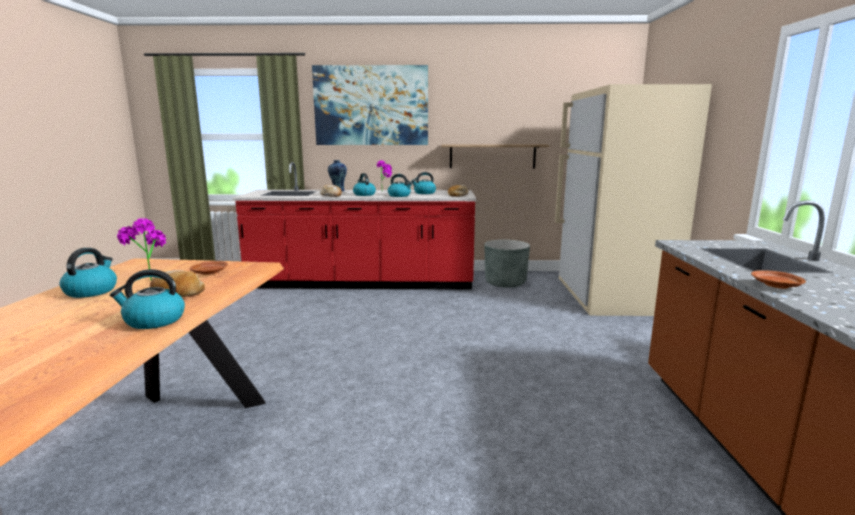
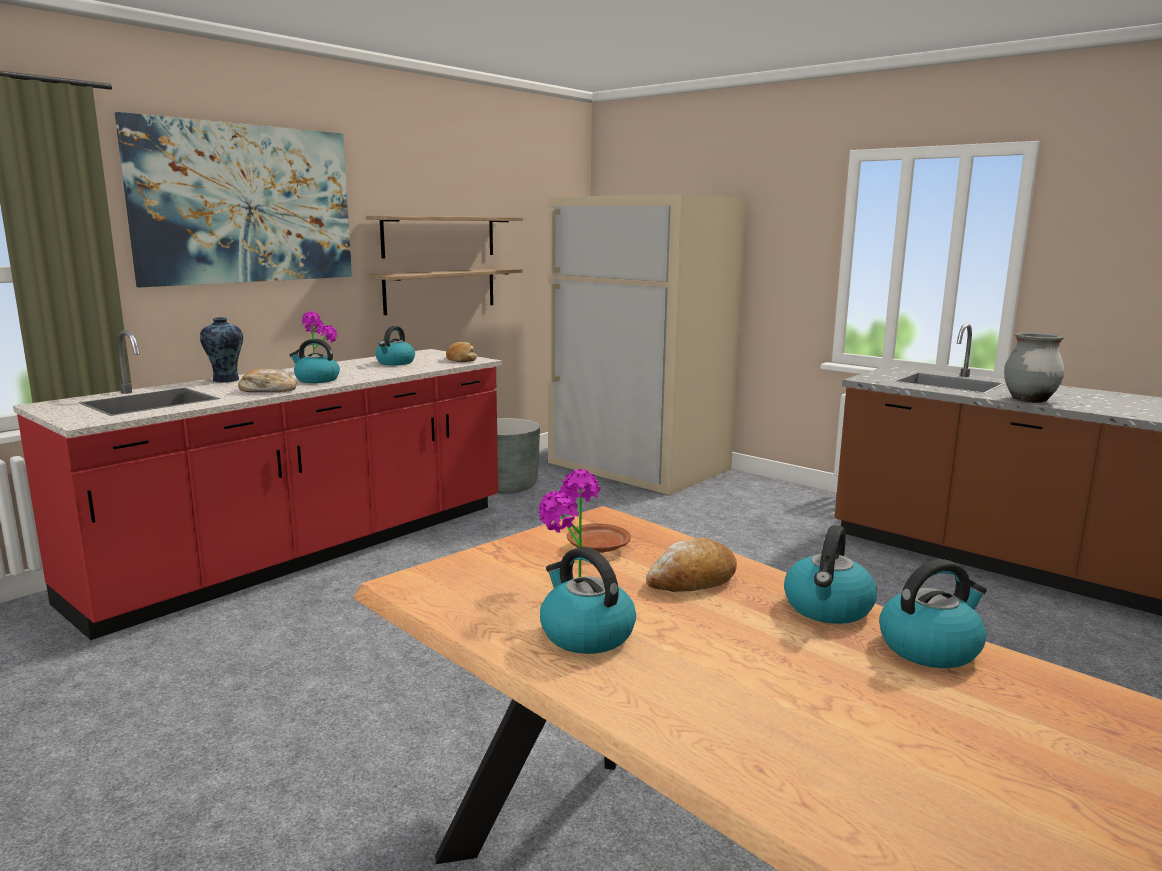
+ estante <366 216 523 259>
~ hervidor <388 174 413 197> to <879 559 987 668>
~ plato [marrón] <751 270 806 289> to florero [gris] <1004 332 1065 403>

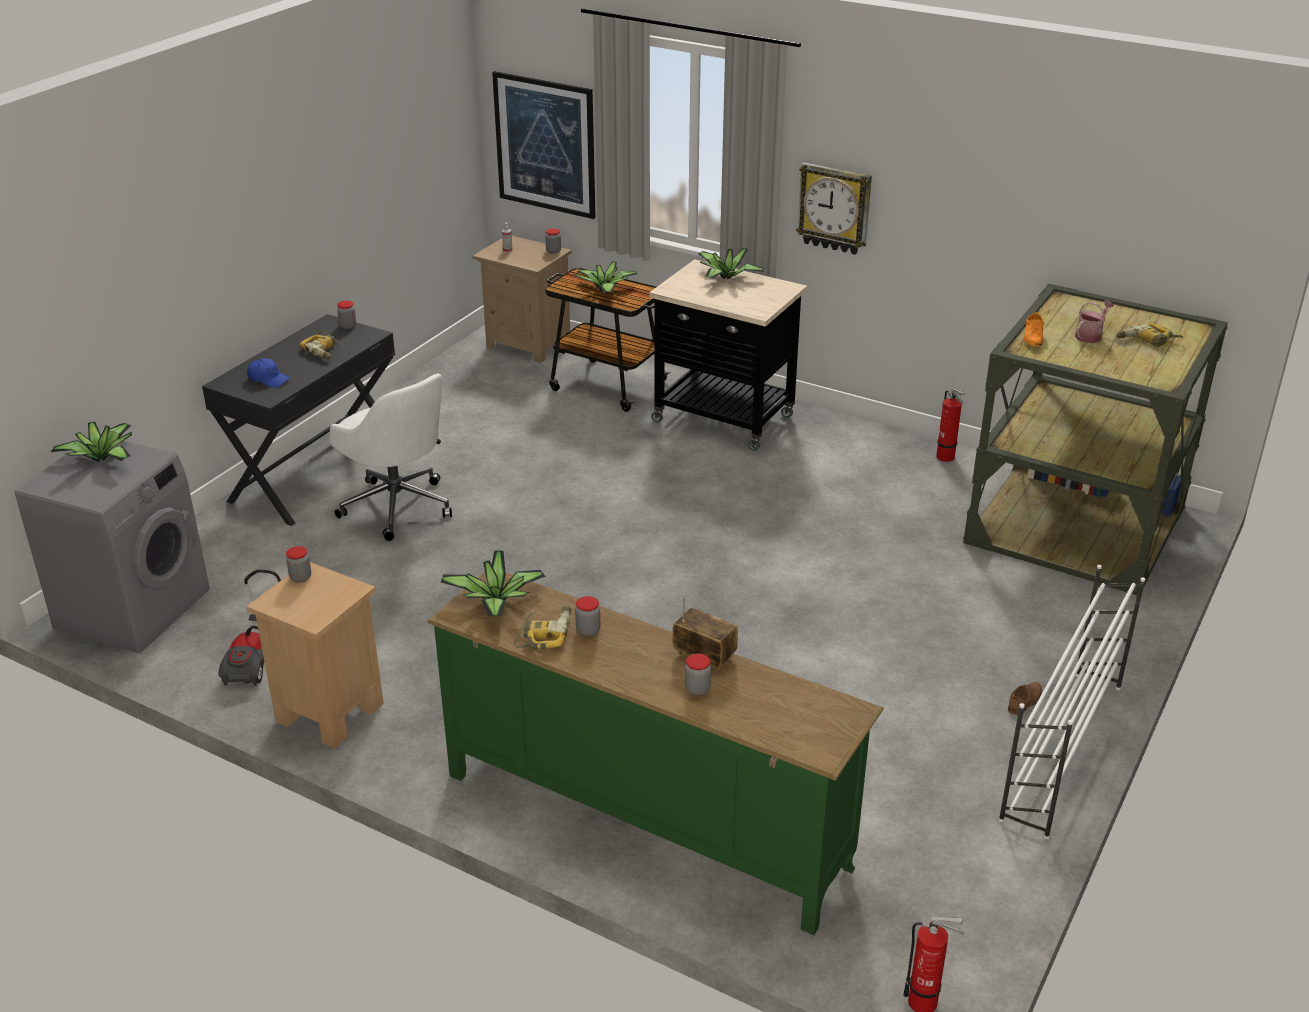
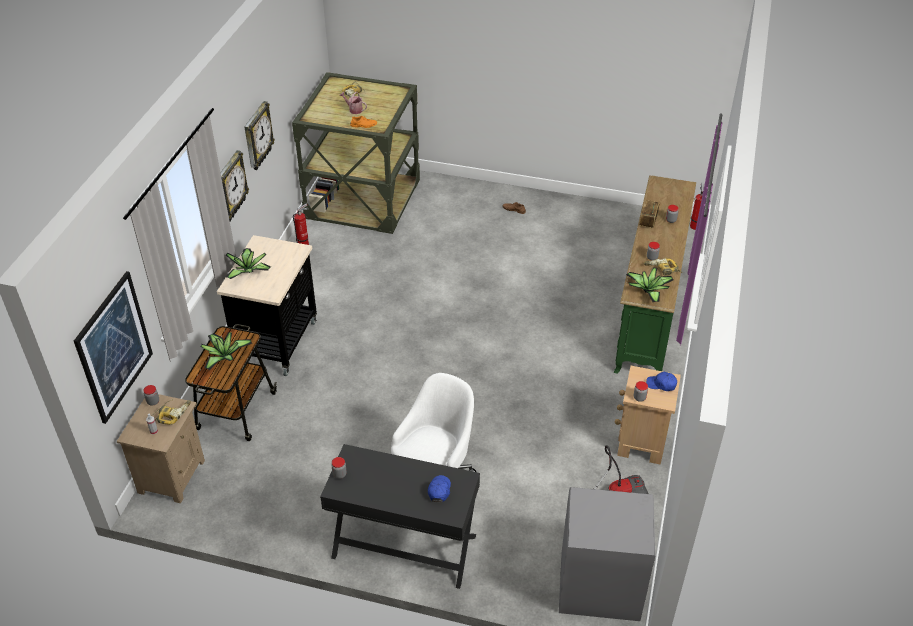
- planta en maceta <51 422 132 462>
- zapatero [blanco] <999 565 1145 839>
+ reloj de pared <245 101 275 170>
+ gorra [azul] <646 372 677 391>
~ taladro <300 330 343 359> to <151 399 191 425>

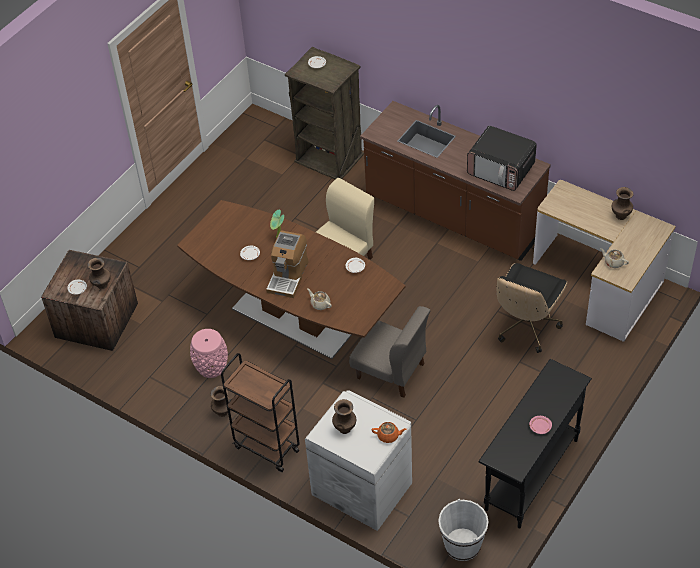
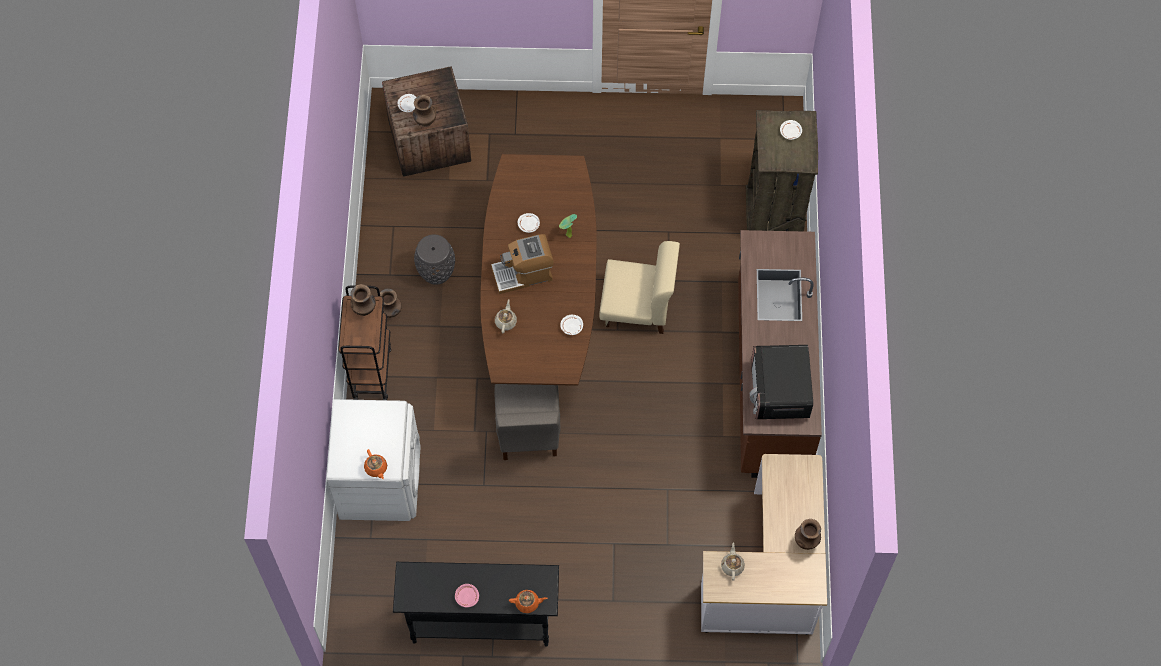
- cubo [blanco] <438 499 489 561>
- silla de oficina [negro] <496 263 567 353>
+ tetera [naranja] <509 590 547 613>
~ florero [marrón] <332 399 356 434> to <350 284 376 316>
~ taburete [rosa] <190 329 228 378> to taburete [gris] <414 235 455 285>

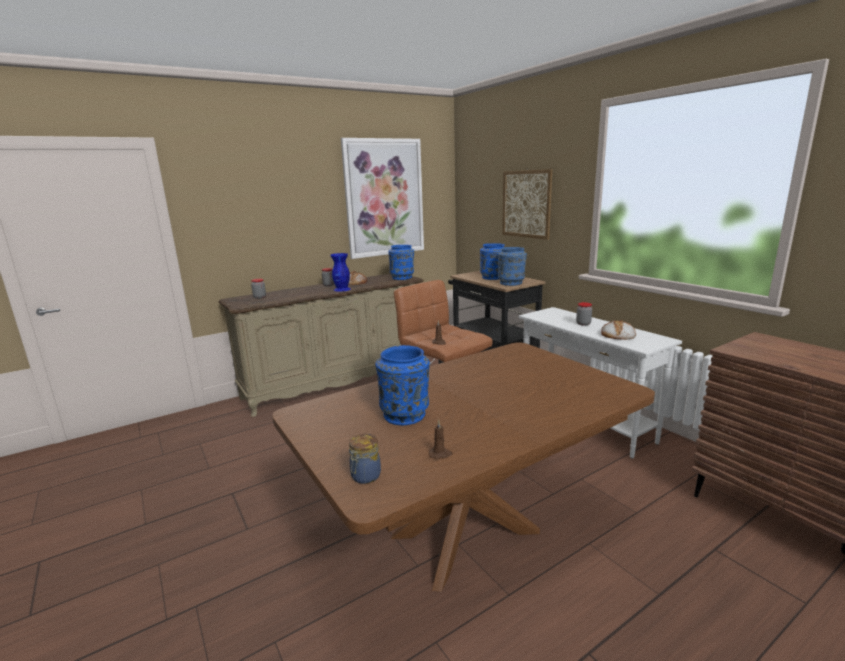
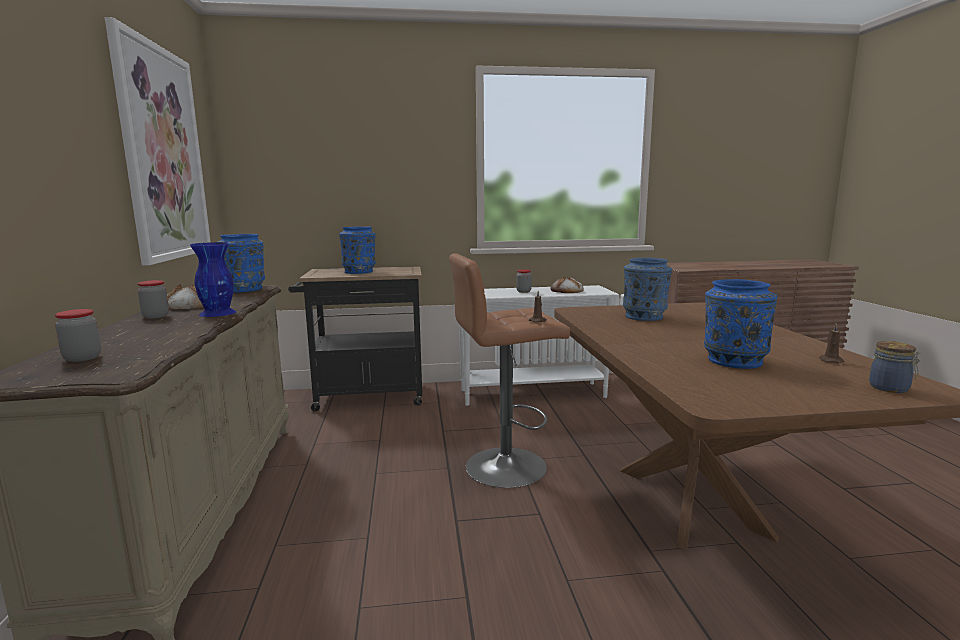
- cuadro <502 169 552 240>
~ florero [azul] <498 247 527 286> to <623 258 672 321>

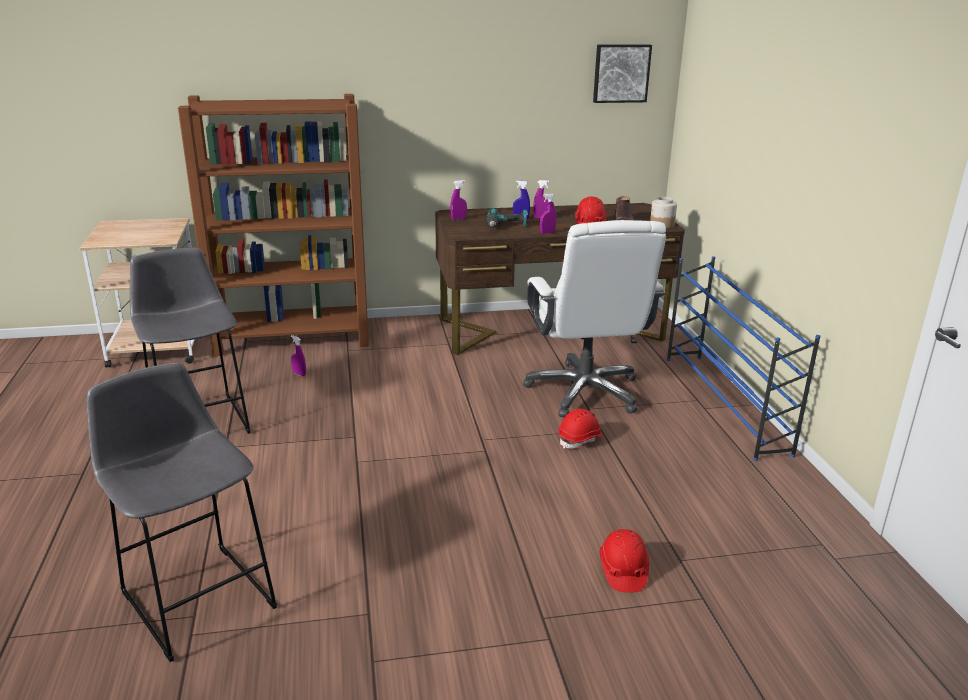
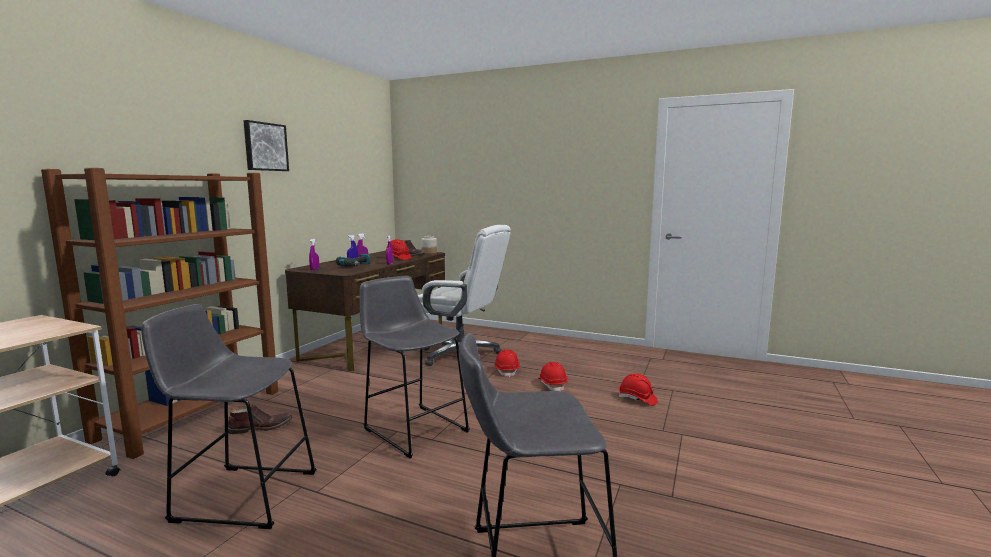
- zapatero [azul] <667 256 820 461>
+ taburete [gris] <359 276 470 458>
+ casco [rojo] <538 362 568 391>
~ cuadro <593 44 652 103> to <243 120 289 171>
~ pulverizador [morado] <291 335 306 376> to bota [marrón] <228 404 292 434>

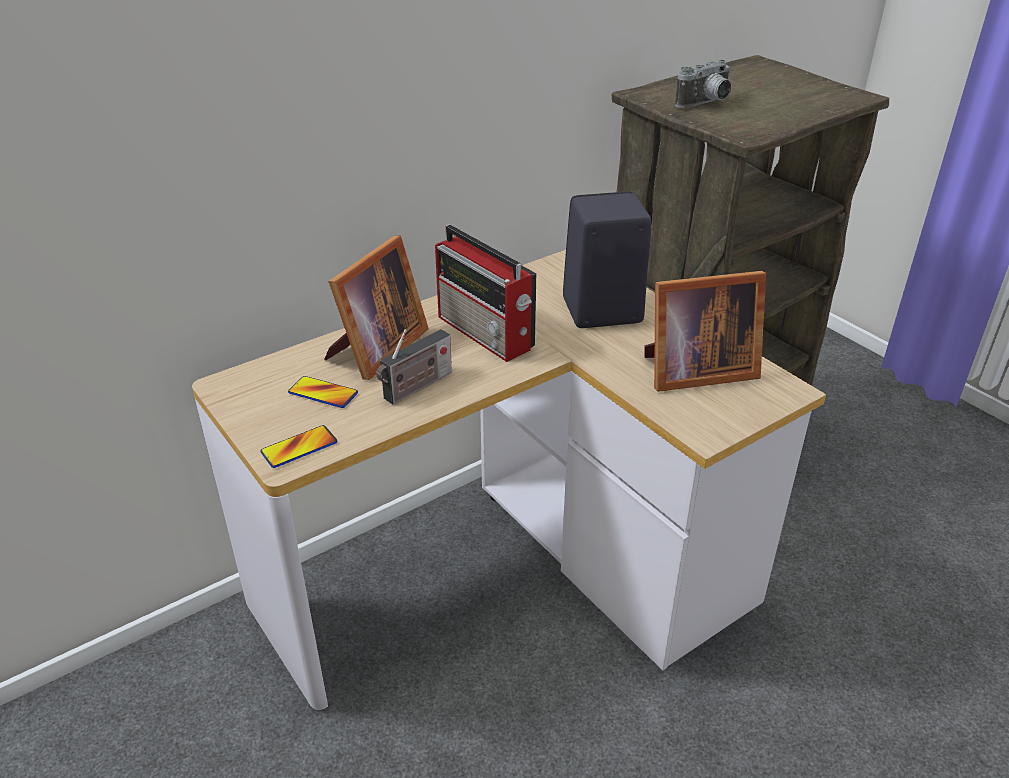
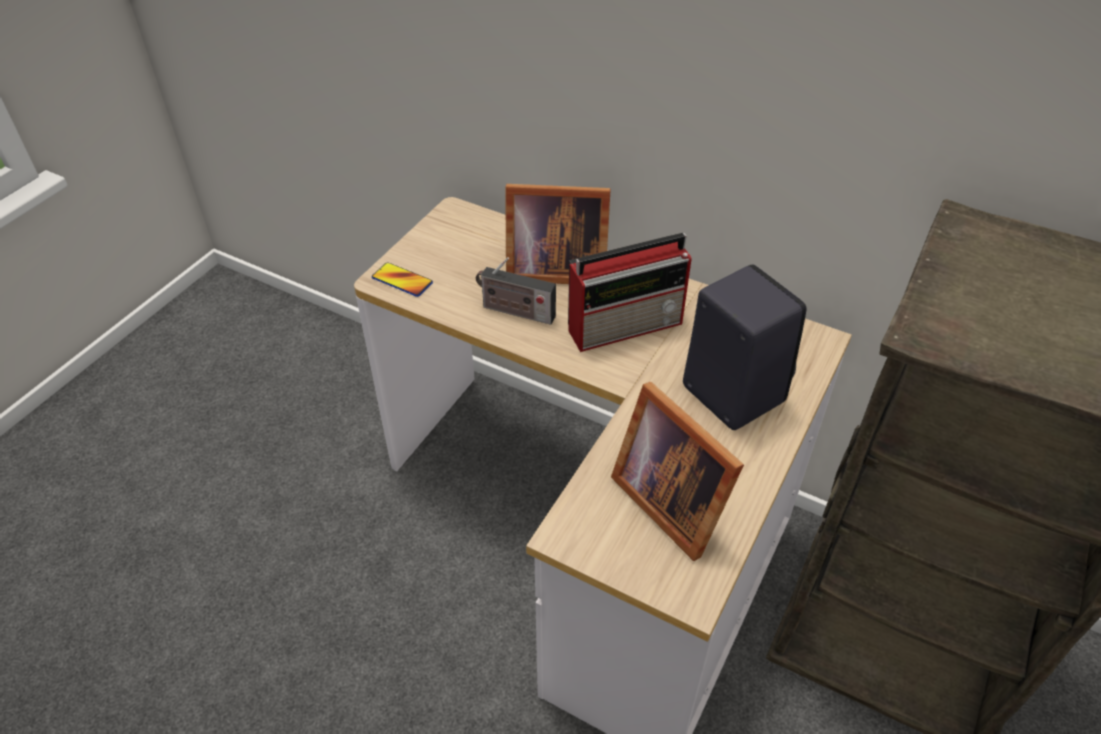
- móvil <288 376 358 408>
- cámara <675 60 731 108>
~ radio <435 225 536 362> = <568 233 692 352> 135 degrees counterclockwise

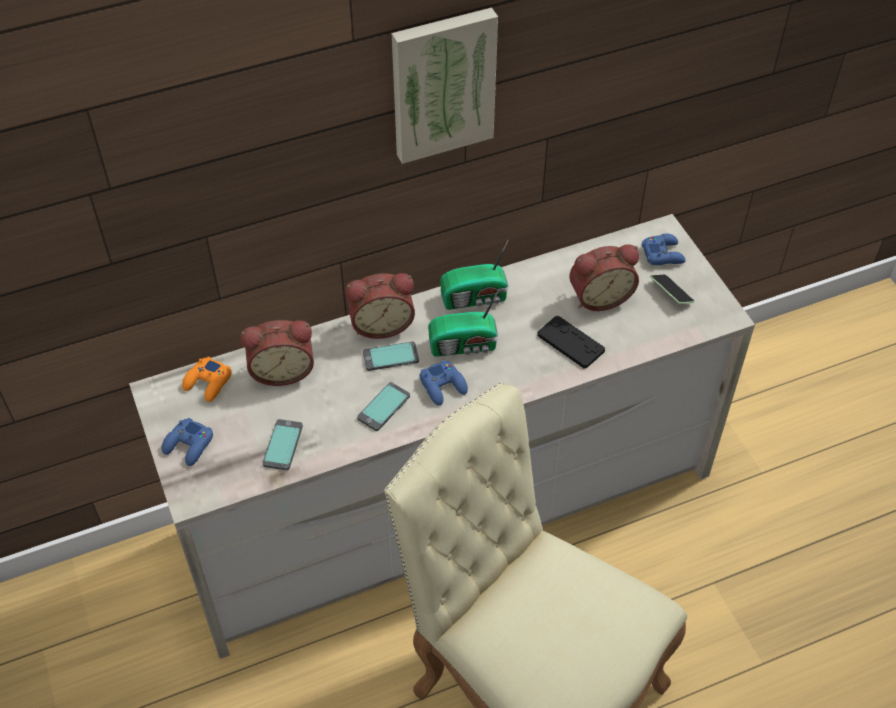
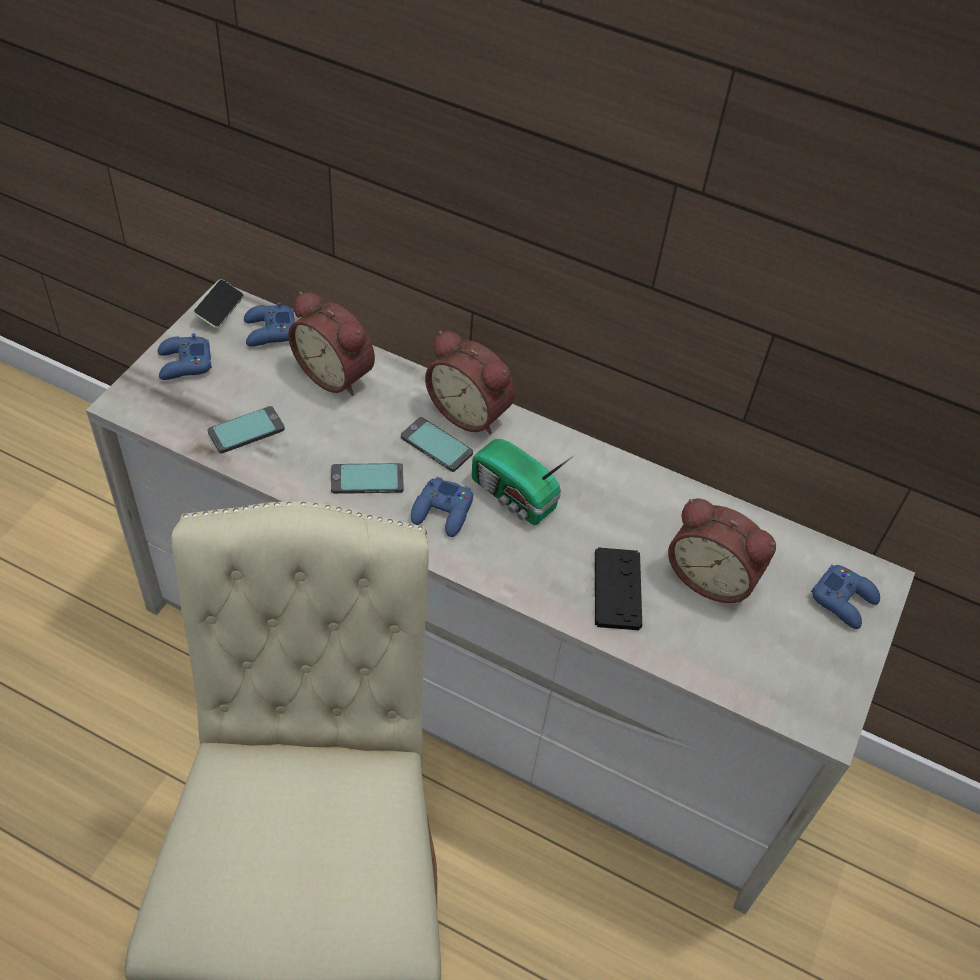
- cuadro <392 8 498 164>
- radio <440 239 509 310>
~ móvil <650 274 694 304> to <193 279 244 328>
~ mando de consola [naranja] <182 357 232 402> to mando de consola [azul] <244 302 295 347>

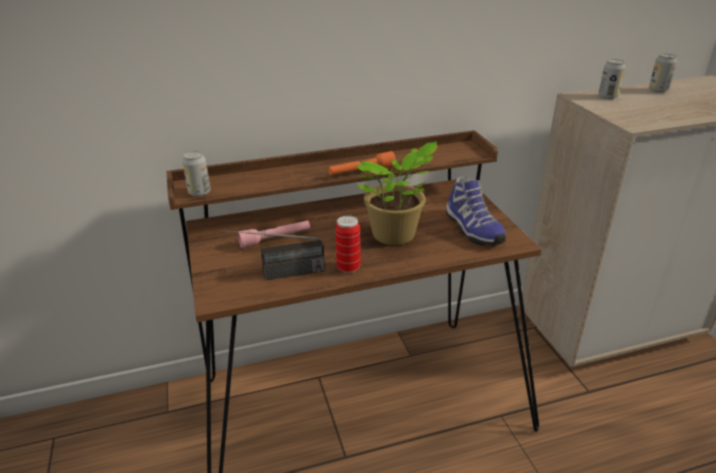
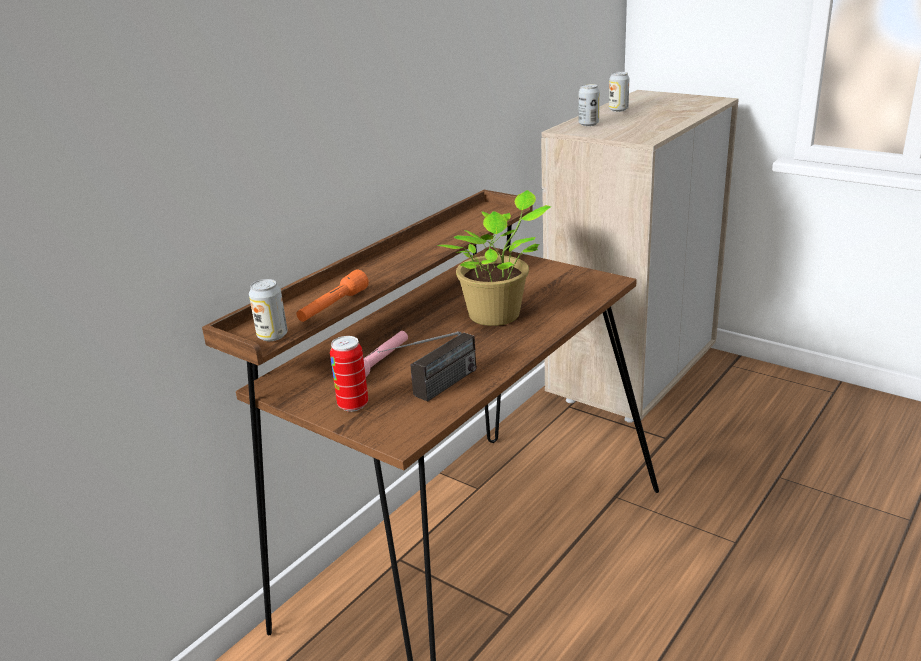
- zapato <446 177 506 246>
~ linterna [naranja] <329 151 396 175> to <297 270 369 322>
~ lata <335 215 361 273> to <330 336 368 412>

